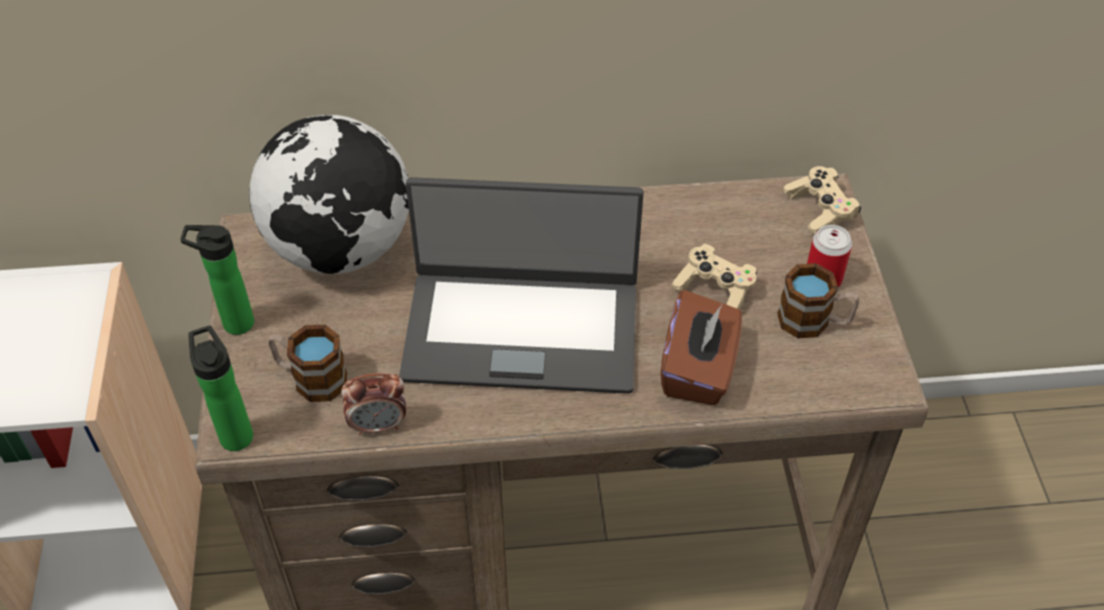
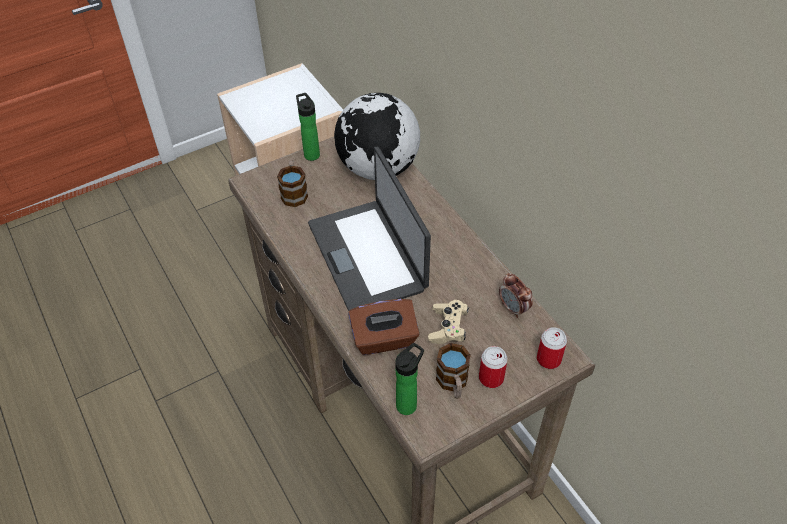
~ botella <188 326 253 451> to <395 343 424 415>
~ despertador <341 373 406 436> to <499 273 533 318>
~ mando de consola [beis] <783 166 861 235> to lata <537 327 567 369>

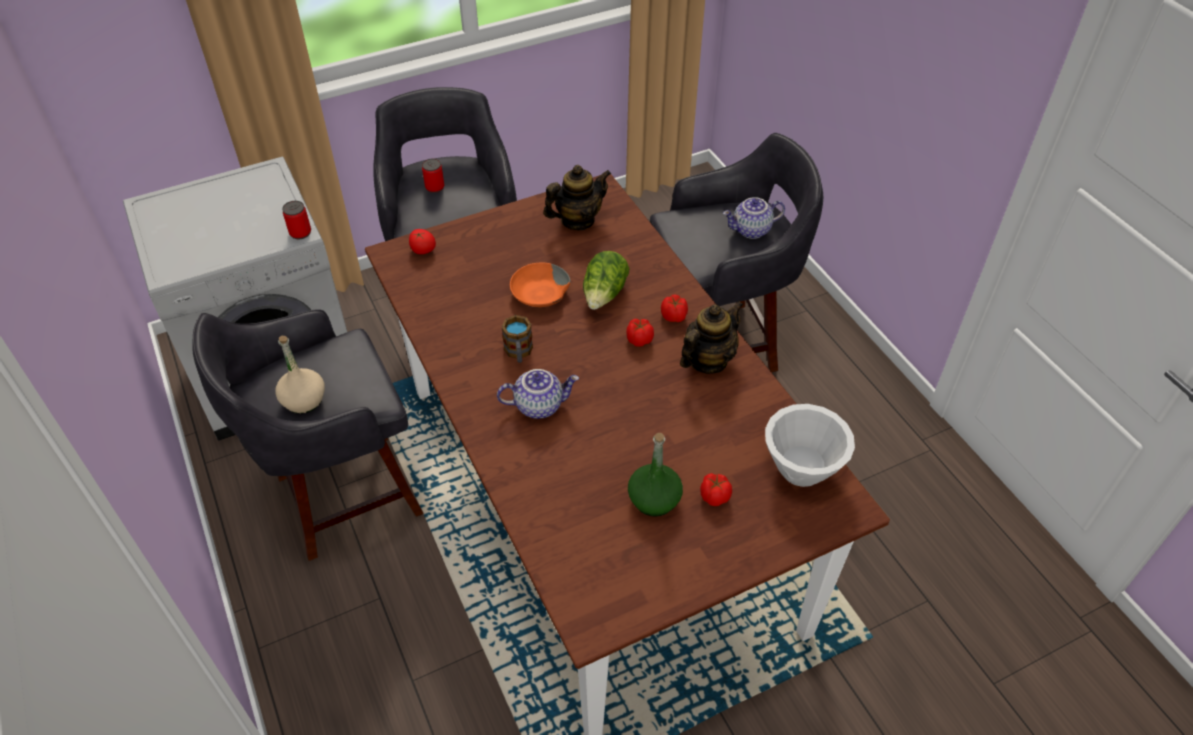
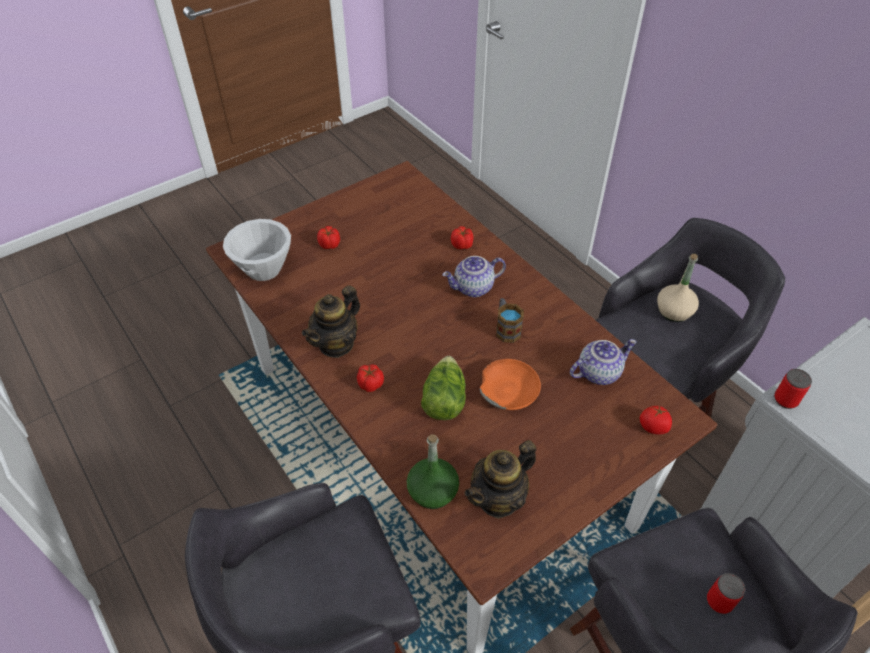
~ tomate <626 319 654 347> to <451 226 474 249>
~ botella [verde] <628 433 683 517> to <407 434 459 509>
~ tetera <723 197 785 239> to <570 339 637 385>

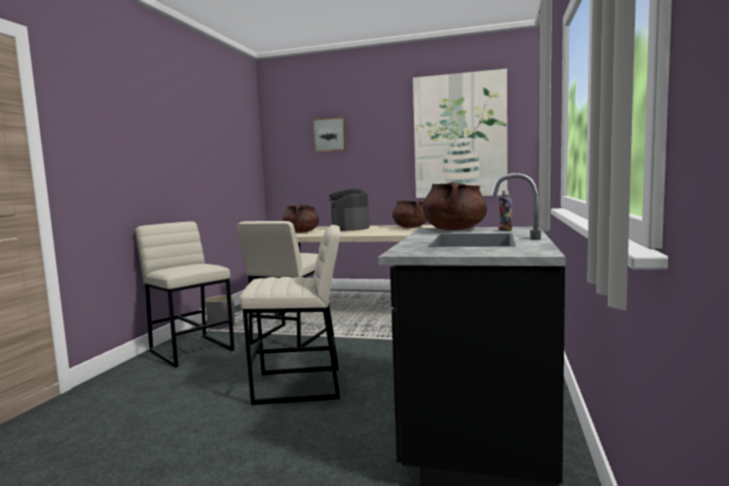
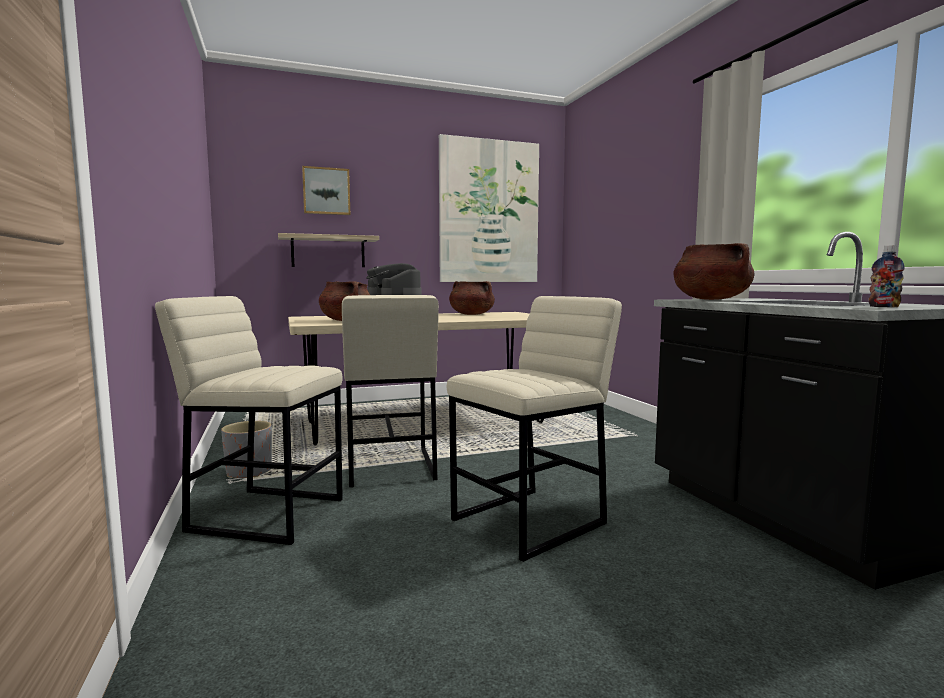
+ estante <278 233 379 267>
~ botella <499 190 512 231> to <868 246 905 307>

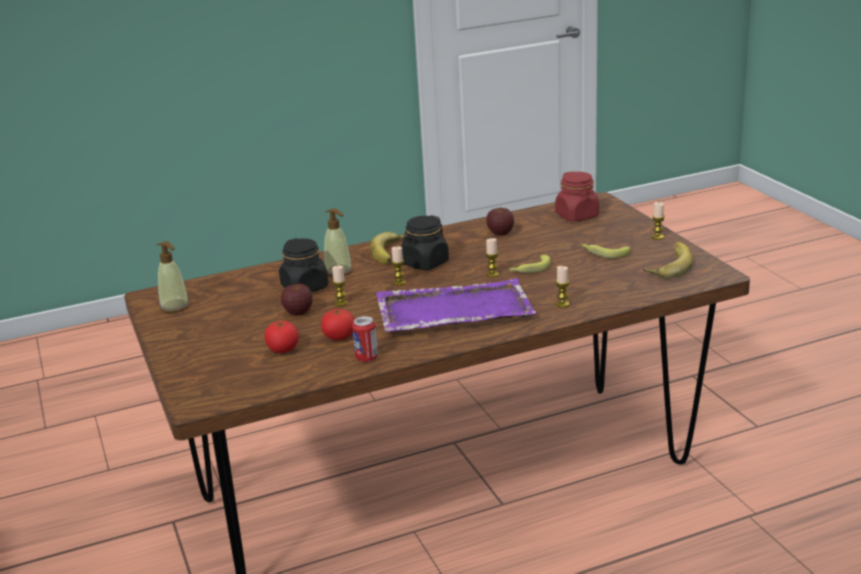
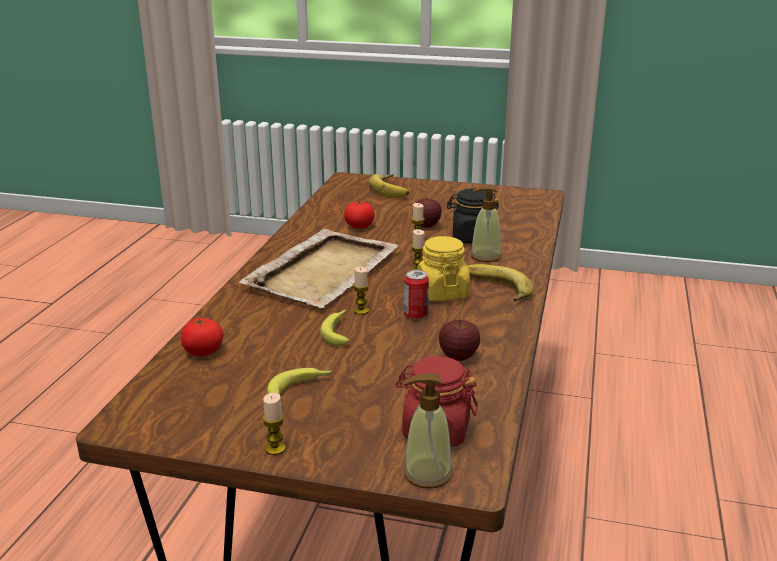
- vela <556 266 570 307>
~ dispensador de jabón <157 241 190 313> to <403 373 452 488>
~ tomate <265 321 299 353> to <181 318 224 356>
~ lata <352 316 378 362> to <404 270 429 320>
~ plátano <643 242 693 279> to <368 174 409 198>
~ bandeja [morado] <376 278 536 332> to bandeja [beis] <239 229 399 308>
~ tarro [negro] <401 215 449 270> to tarro [amarillo] <417 236 470 301>

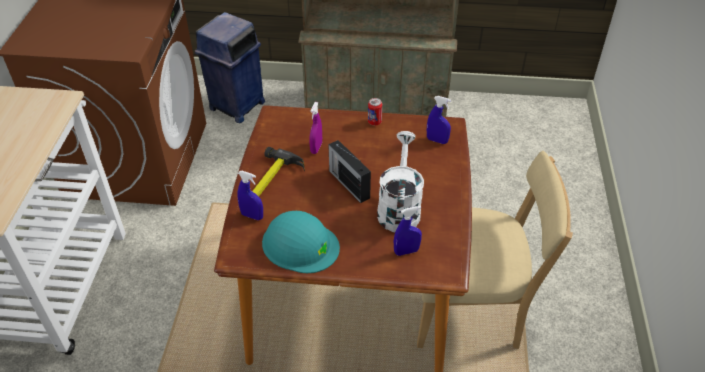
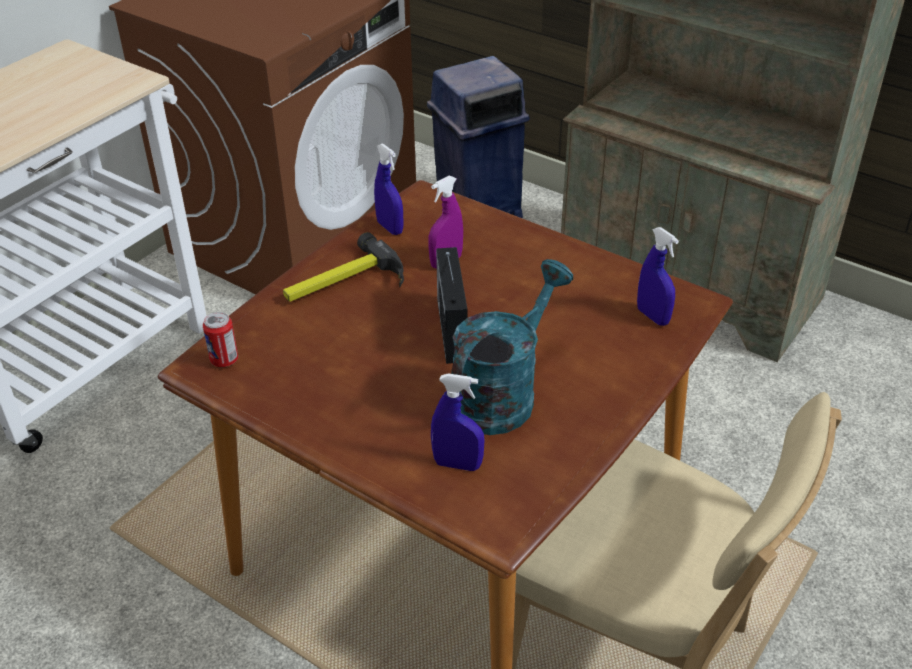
- casco [turquesa] <262 211 340 273>
~ pulverizador [azul] <237 171 263 220> to <374 143 404 235>
~ lata <368 98 382 125> to <203 312 238 367>
~ regadera [blanco] <377 131 424 232> to regadera [turquesa] <451 259 573 435>

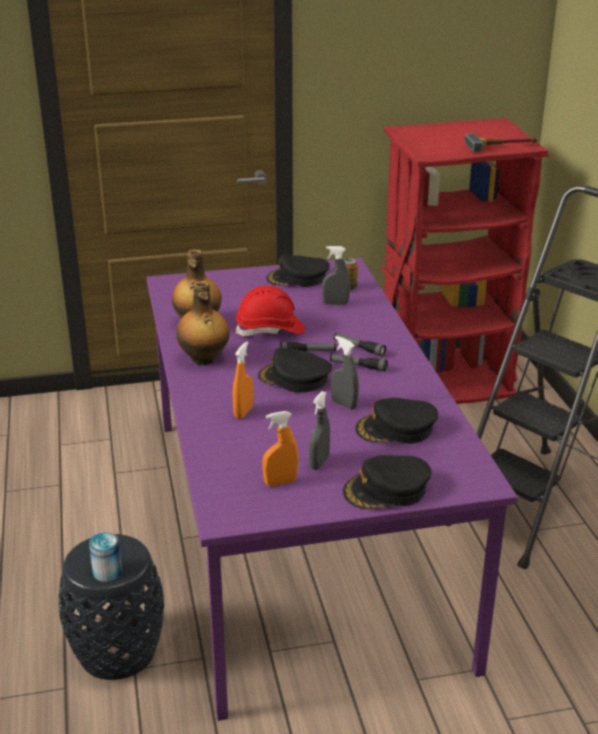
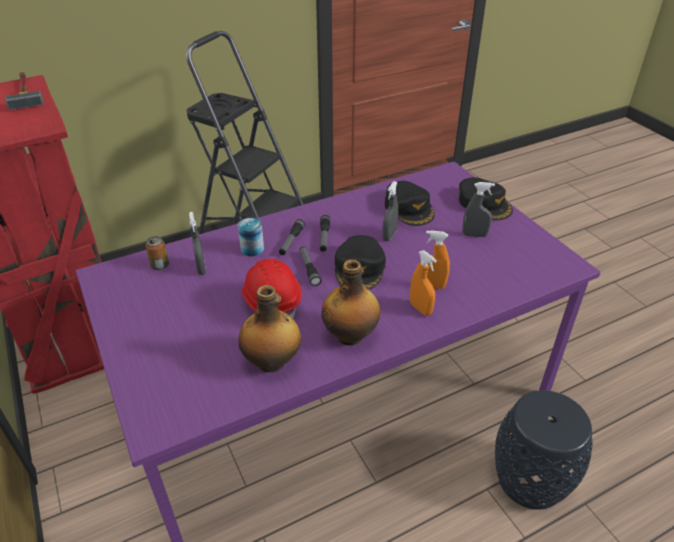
- gorra [negro] <266 255 329 287>
~ lata <89 532 122 582> to <238 217 264 256>
~ pulverizador [naranja] <262 411 298 487> to <410 250 437 316>

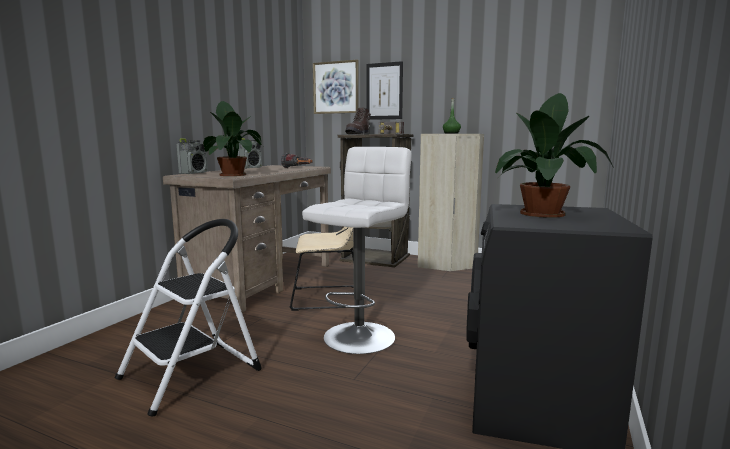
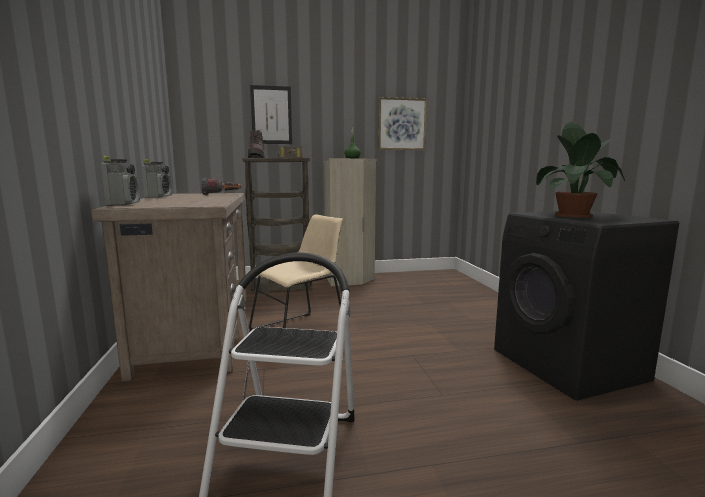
- planta en maceta <203 101 263 176>
- taburete [blanco] <302 147 411 354>
~ cuadro <313 60 359 114> to <378 97 427 150>

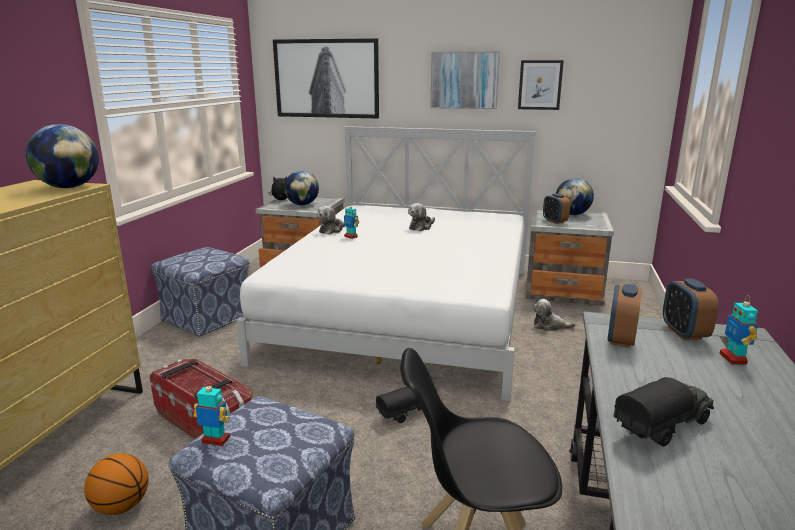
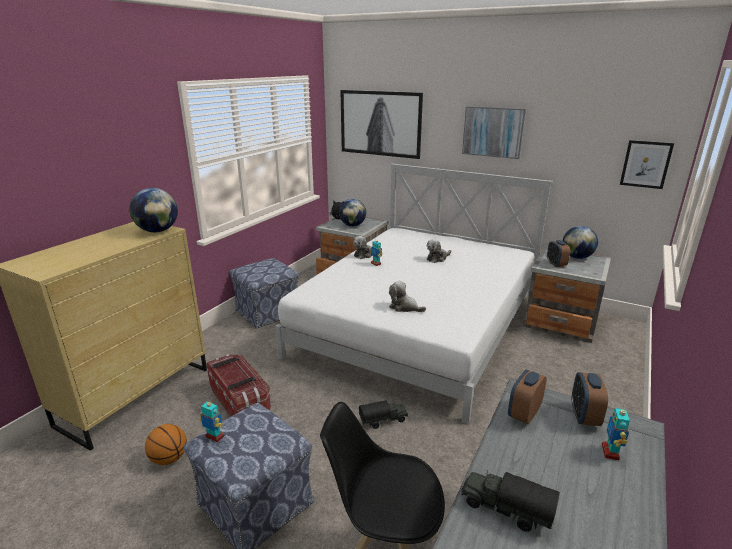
~ cuadro <518 60 564 110> to <620 140 674 189>
~ peluche <533 299 576 331> to <389 281 426 312>
~ camión de juguete <614 377 714 447> = <461 471 560 532> 135 degrees counterclockwise

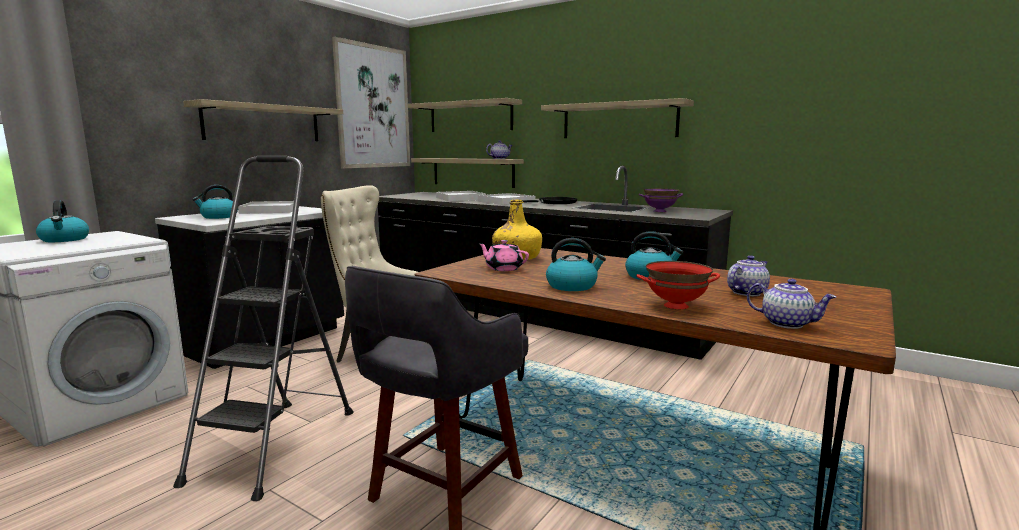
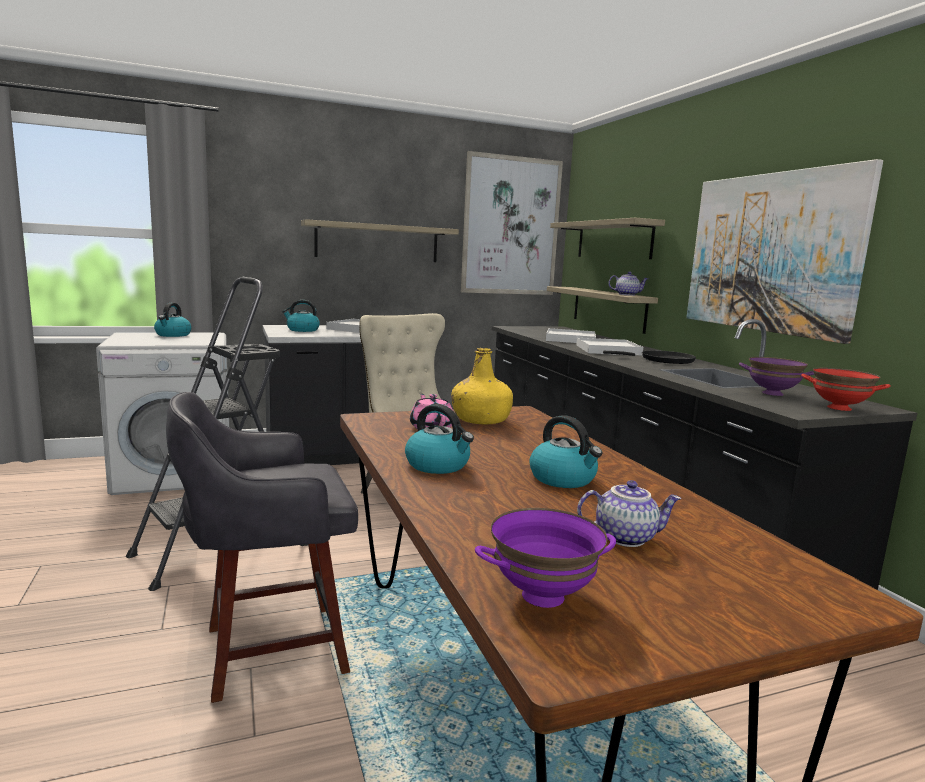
~ cuenco [rojo] <636 261 720 309> to <801 368 891 411>
~ estante <541 98 694 138> to cuadro <686 159 883 344>
~ tetera <747 279 837 329> to cuenco [morado] <475 508 616 608>

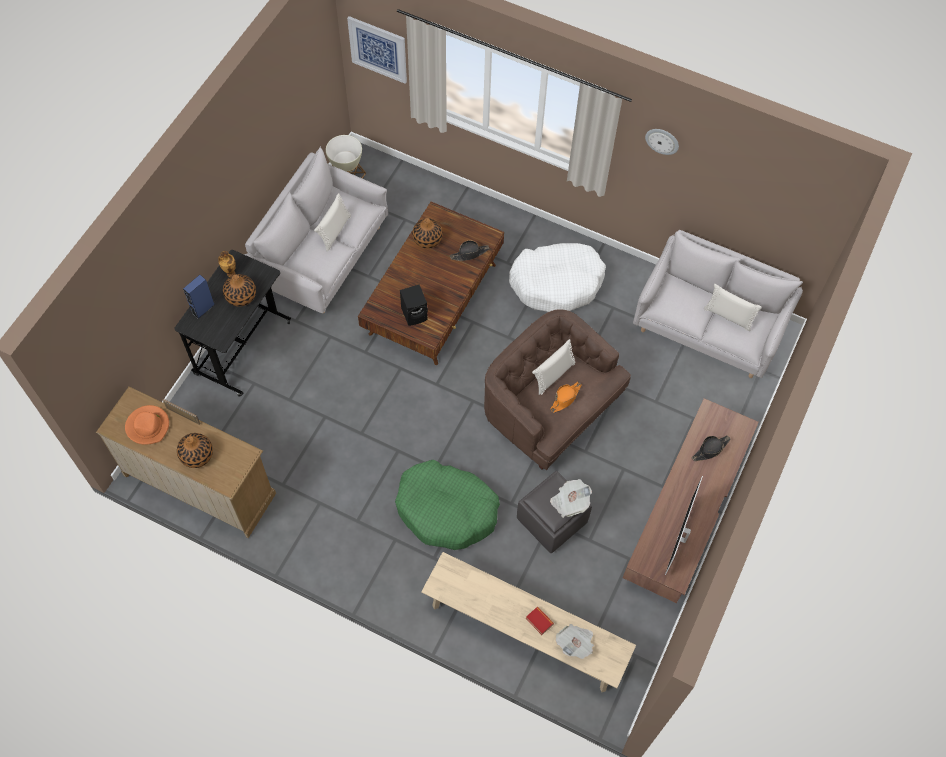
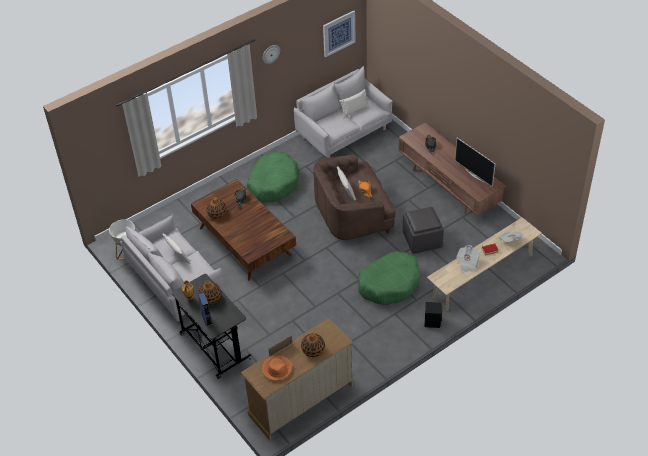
~ cuadro <347 16 407 84> to <323 11 356 57>
~ altavoz [negro] <400 284 428 326> to <424 302 442 328>
~ periódico <550 479 592 518> to <456 245 480 272>
~ cama para perro [blanco] <509 243 606 312> to cama para perro [verde] <246 152 299 203>

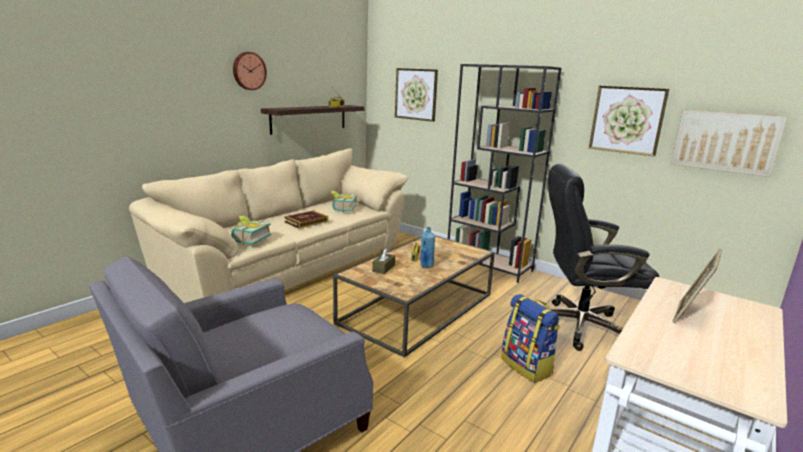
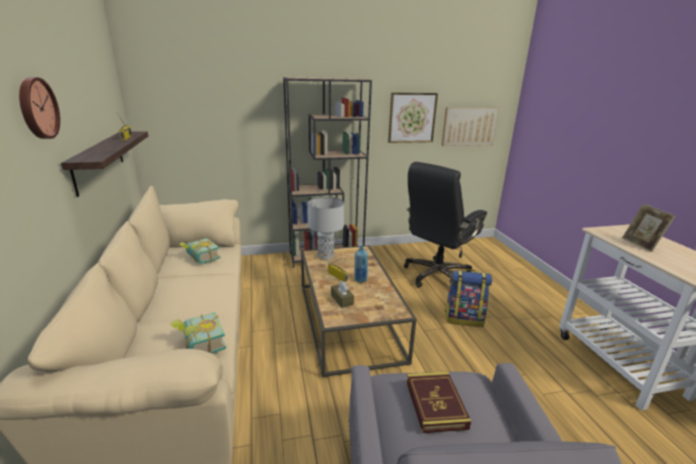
- cuadro <395 68 438 122>
+ lámpara de mesa [blanco] <308 197 344 260>
~ libro <284 211 328 229> to <406 371 471 433>

